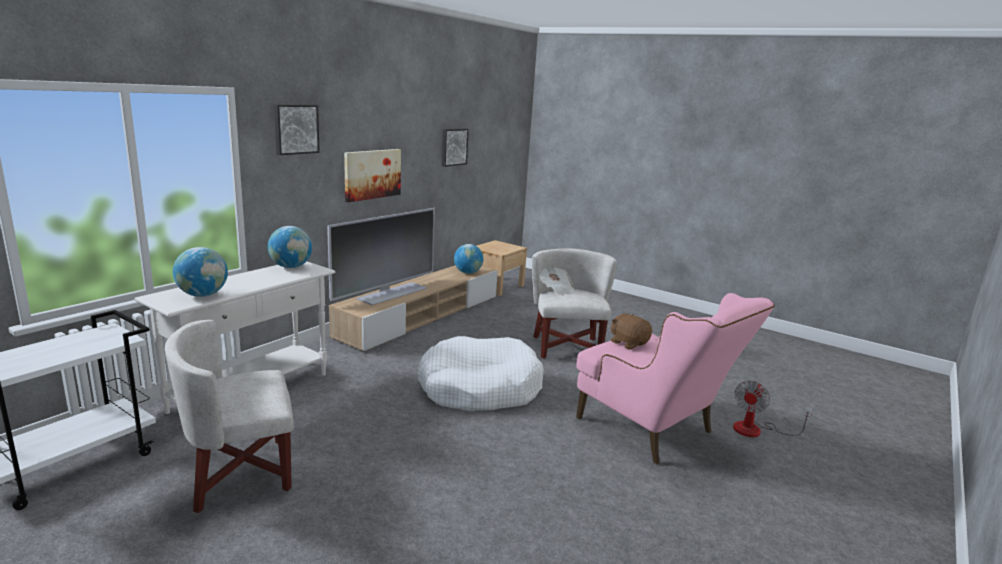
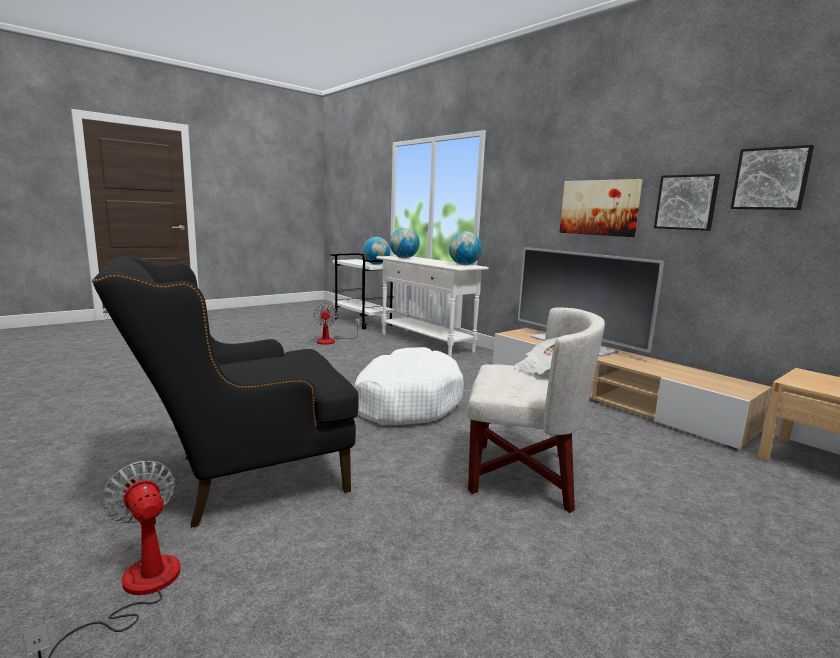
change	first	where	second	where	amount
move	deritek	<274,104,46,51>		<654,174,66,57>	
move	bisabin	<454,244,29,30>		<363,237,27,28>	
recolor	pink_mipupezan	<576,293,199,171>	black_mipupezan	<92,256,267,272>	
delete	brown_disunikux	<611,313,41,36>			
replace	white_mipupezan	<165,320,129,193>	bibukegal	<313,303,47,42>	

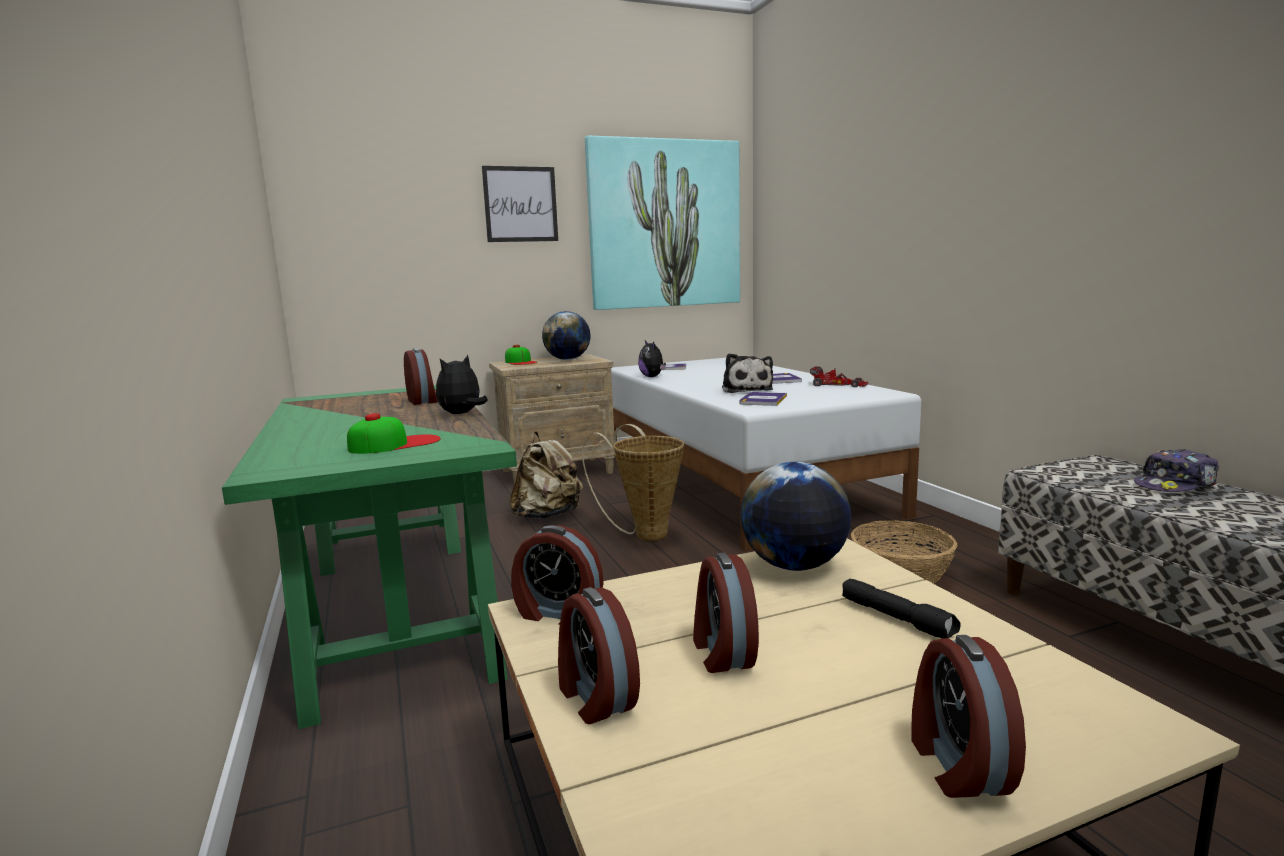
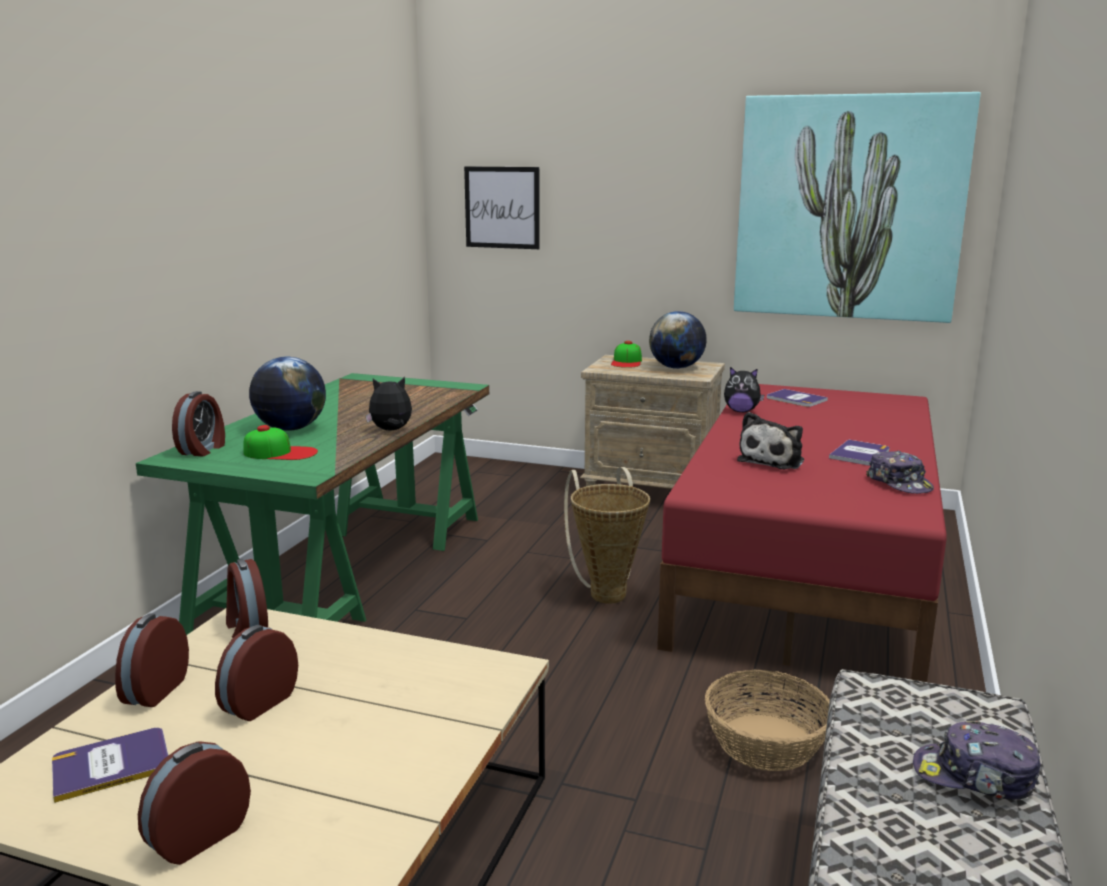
change	first	where	second	where	amount
move	deritek	<482,166,76,76>		<464,166,76,83>	
rotate	disunikux	<638,341,28,36>		<724,367,40,45>	90 degrees counterclockwise
move	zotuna	<404,348,34,57>		<172,391,53,65>	
recolor	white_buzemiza	<611,358,310,194>	red_buzemiza	<657,384,290,298>	
replace	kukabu	<810,367,59,20>	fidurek	<866,451,68,43>	
move	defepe	<739,392,48,14>		<52,728,116,75>	
delete	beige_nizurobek	<509,431,74,88>			
move	bisabin	<740,462,111,109>		<249,356,77,75>	
delete	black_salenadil	<842,579,119,59>			

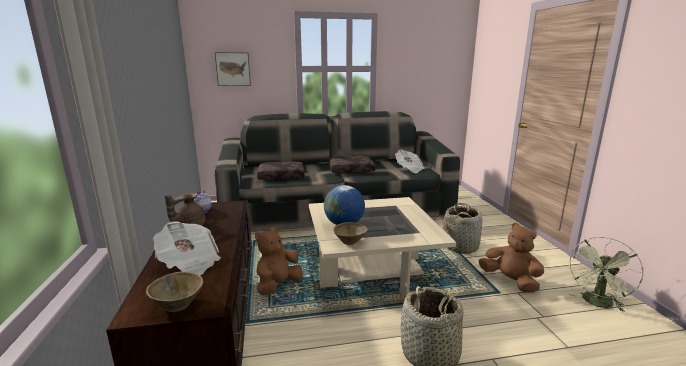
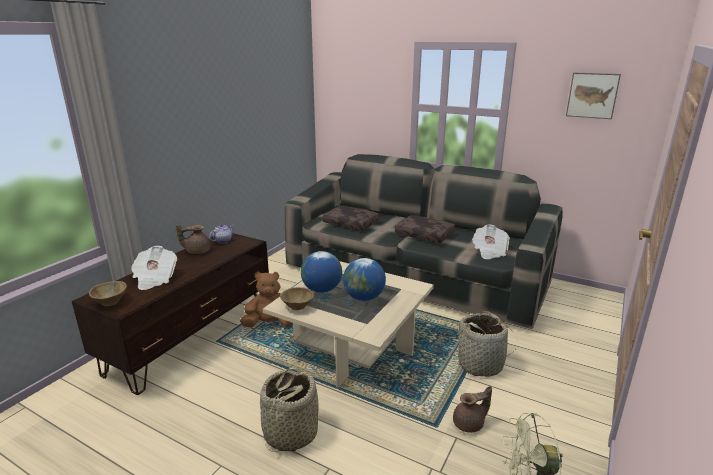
change	first	where	second	where	amount
move	deritek	<215,52,36,34>		<566,73,55,46>	
replace	brown_disunikux	<479,223,65,70>	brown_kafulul	<453,386,39,47>	
insert			bisabin	<343,258,43,43>	

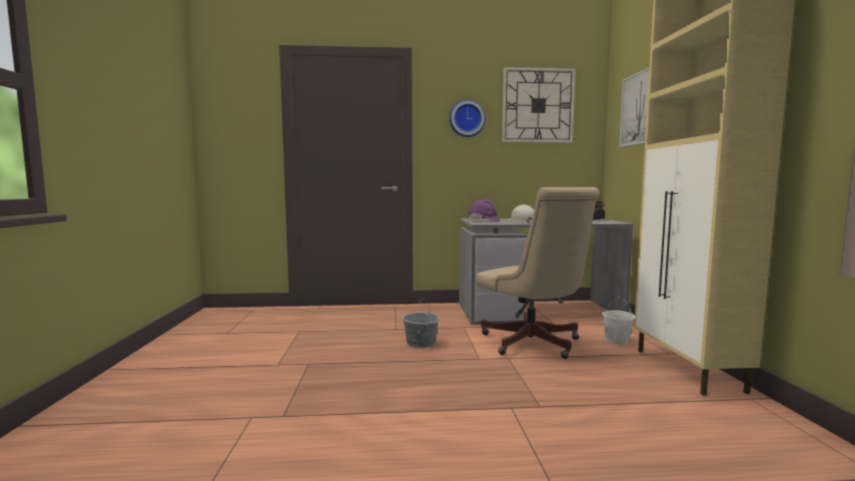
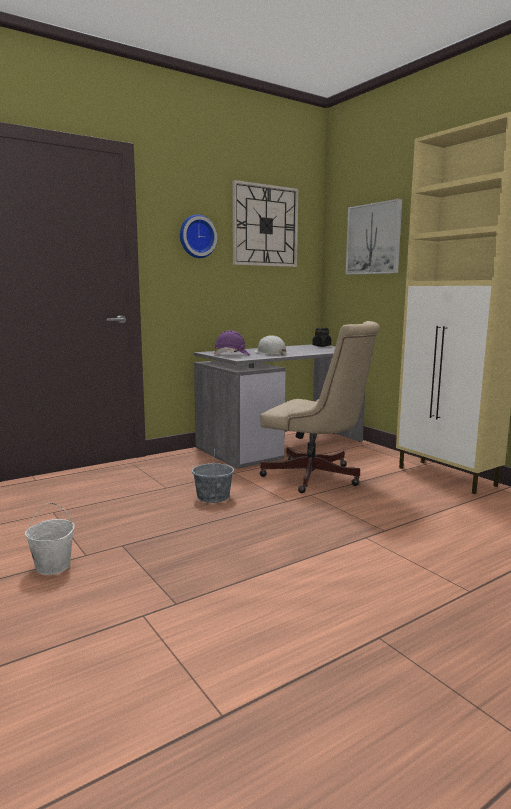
change	first	where	second	where	amount
move	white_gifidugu	<602,296,33,48>		<25,503,49,72>	

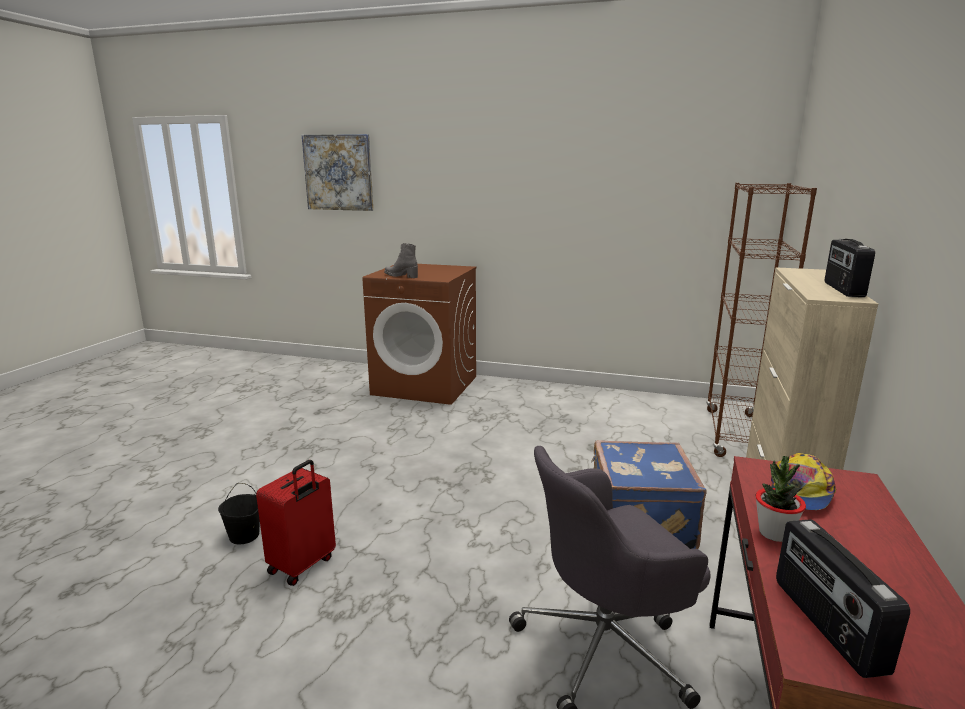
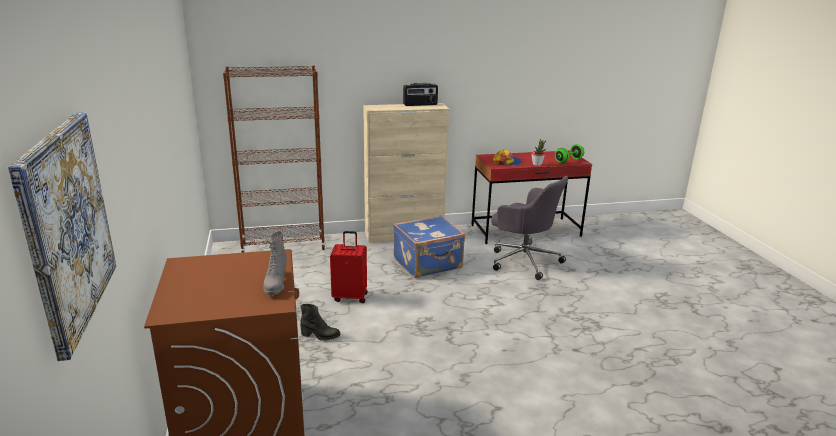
change	first	where	second	where	amount
move	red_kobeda	<256,460,80,126>		<330,231,38,72>	
delete	black_gifidugu	<218,483,42,62>			
replace	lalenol	<776,519,134,159>	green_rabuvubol	<555,144,29,19>	
insert			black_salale	<300,304,40,37>	

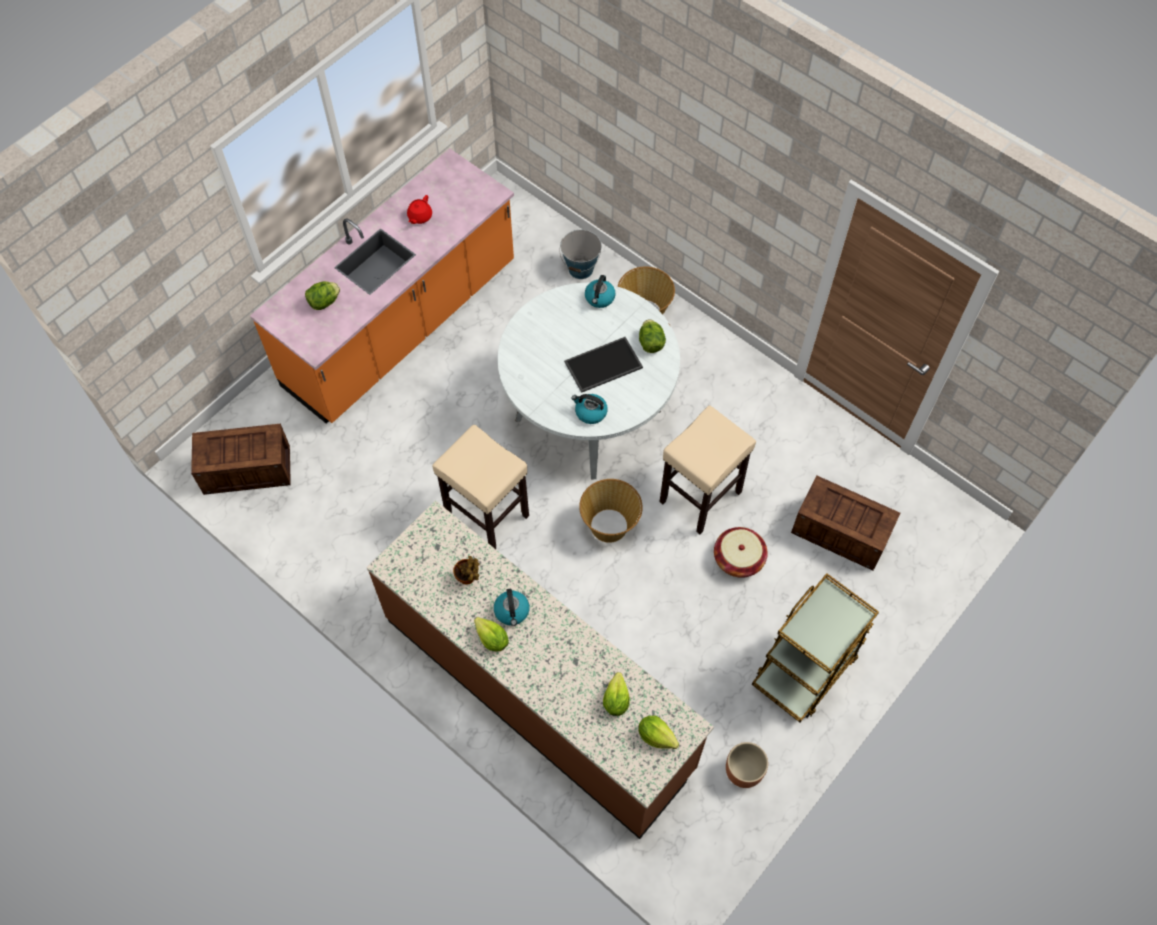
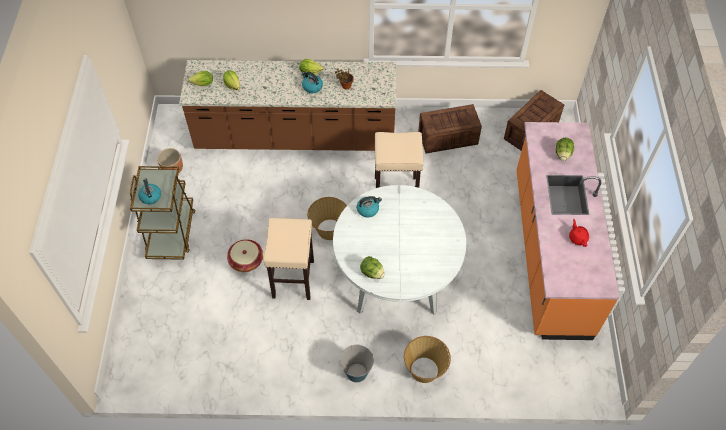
change	first	where	second	where	amount
move	gifidugu	<560,230,41,49>		<339,345,35,37>	
move	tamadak	<585,275,31,33>		<138,179,23,25>	
delete	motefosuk	<564,337,79,56>			
move	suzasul	<791,476,109,95>		<418,104,64,50>	

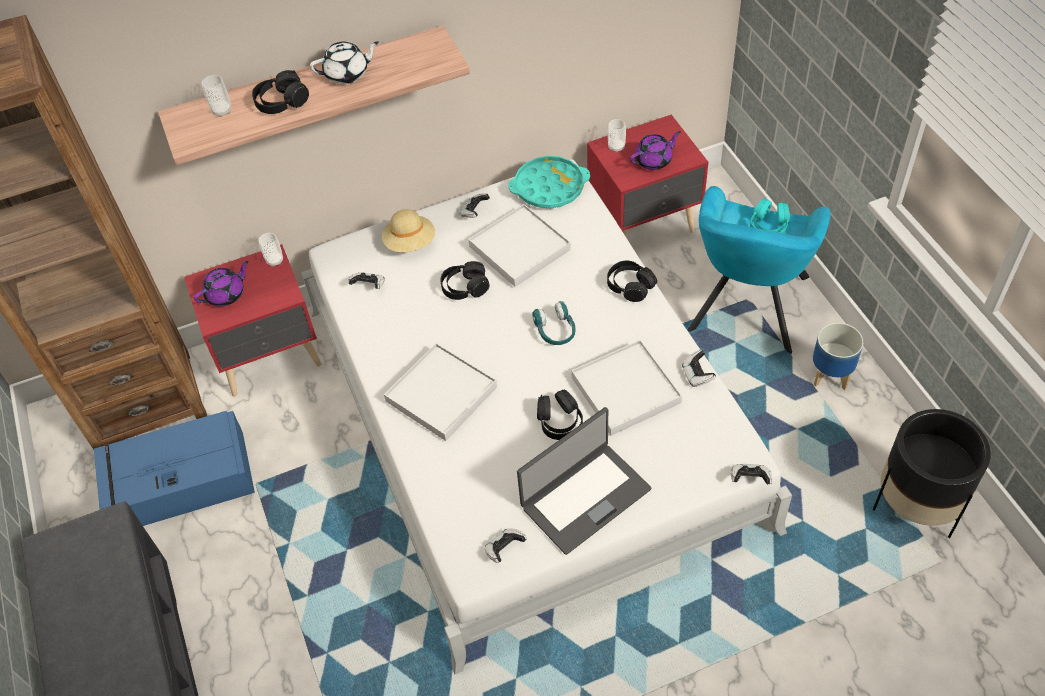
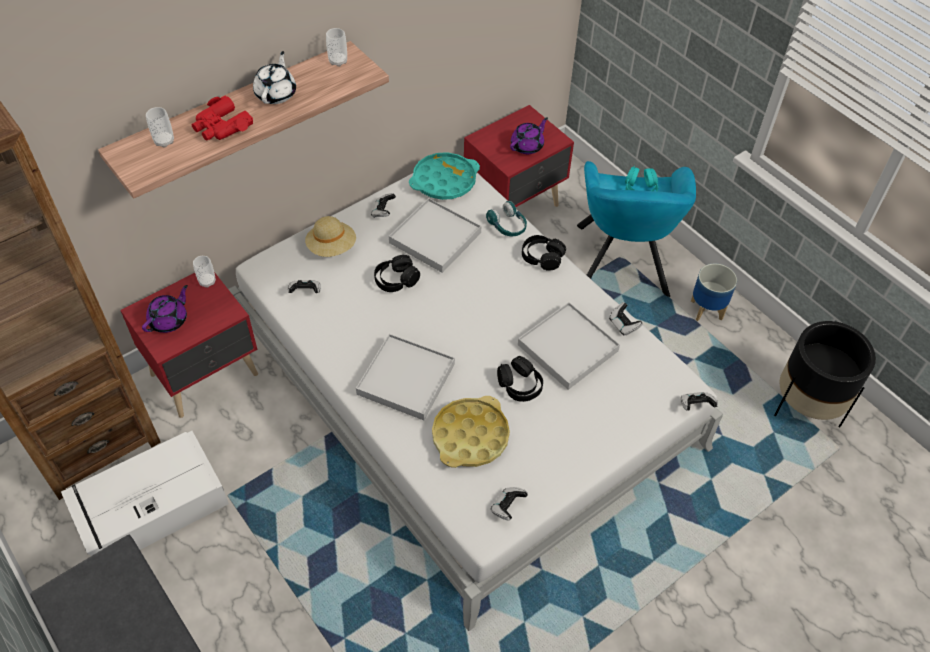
change	first	where	second	where	amount
rotate	white_kafulul	<310,41,69,43>		<253,51,43,53>	45 degrees counterclockwise
replace	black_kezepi	<252,70,57,44>	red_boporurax	<191,96,62,45>	
move	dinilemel	<608,119,18,34>		<326,28,21,39>	
move	turquoise_kezepi	<532,301,44,44>		<486,201,41,35>	
delete	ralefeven	<517,407,134,148>			
recolor	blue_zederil	<94,411,161,115>	white_zederil	<61,431,168,125>	
insert			yellow_motefosuk	<432,396,78,72>	

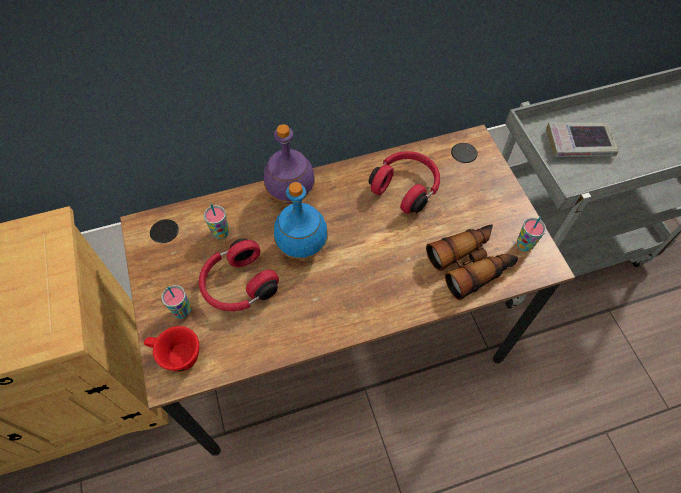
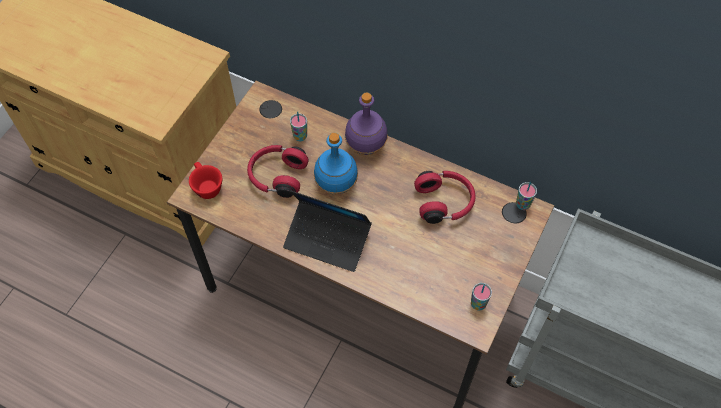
change	first	where	second	where	amount
delete	defepe	<546,122,73,35>			
delete	boporurax	<426,224,92,76>			
move	dinilemel	<162,285,29,34>		<516,182,21,28>	
insert			ralefeven	<283,190,89,82>	

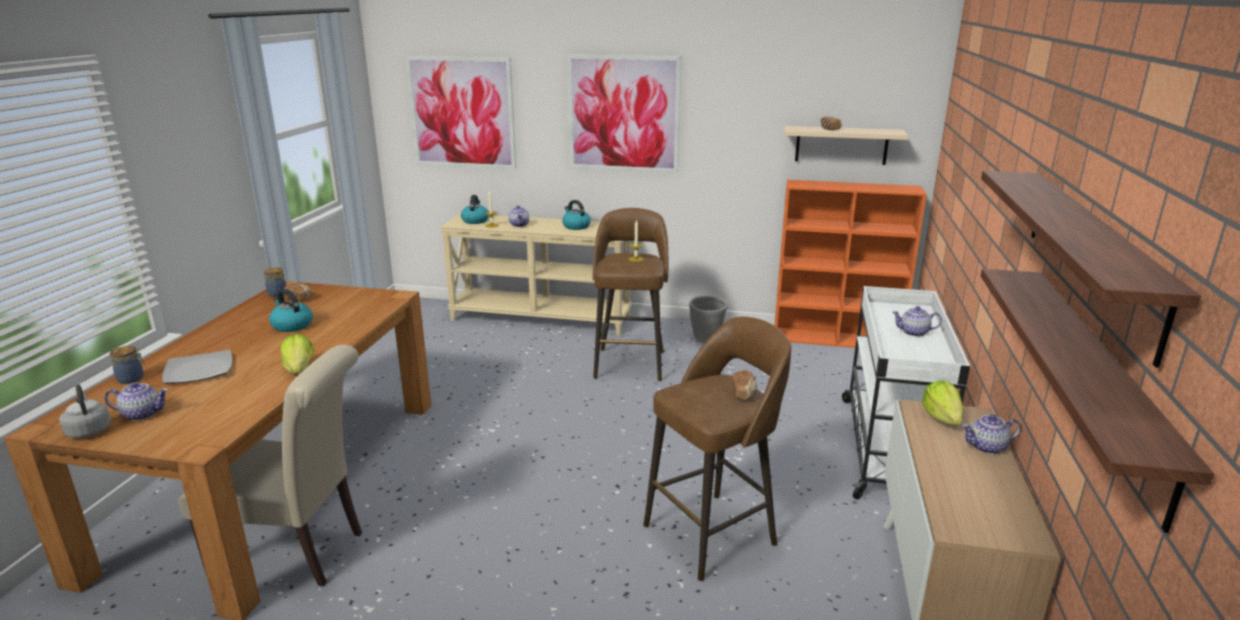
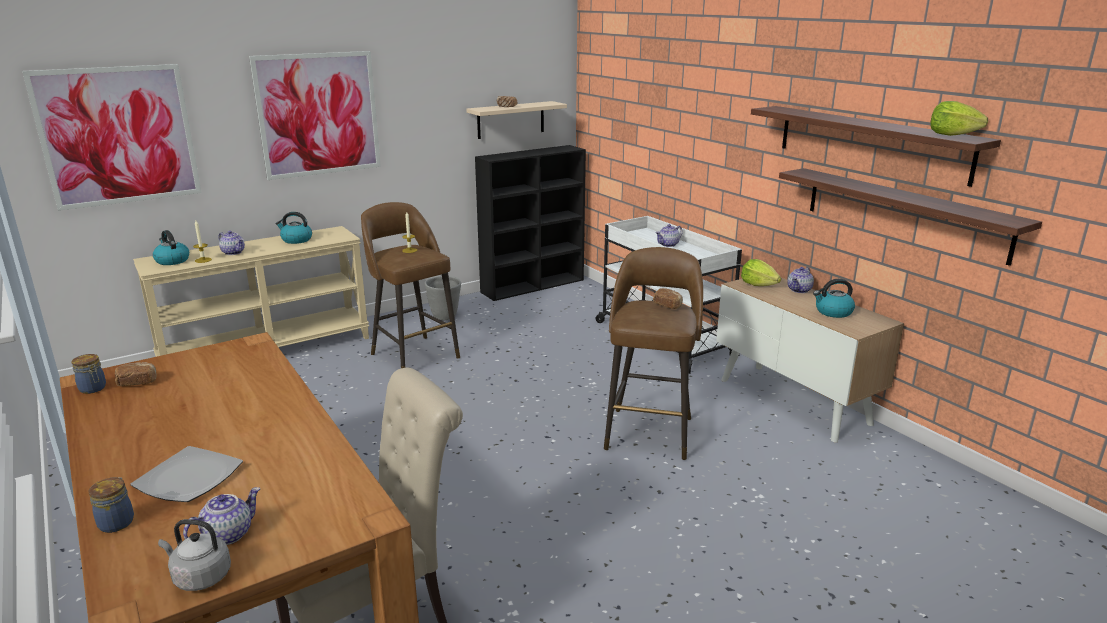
change	first	where	second	where	amount
recolor	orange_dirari	<774,180,153,168>	black_dirari	<475,145,111,156>	
move	tamadak	<269,289,44,43>		<813,279,42,39>	
move	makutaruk	<280,334,34,40>		<930,101,58,35>	

